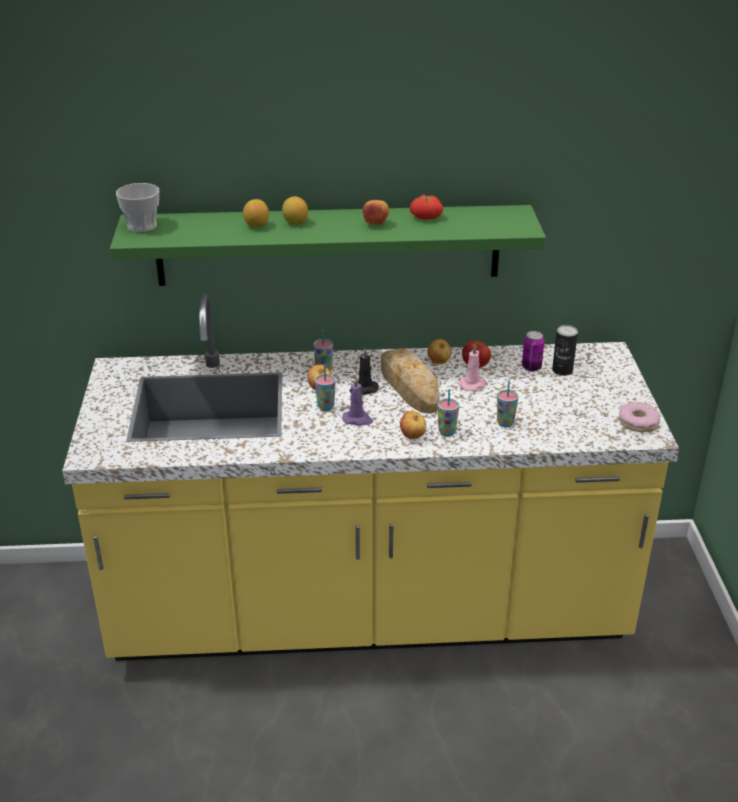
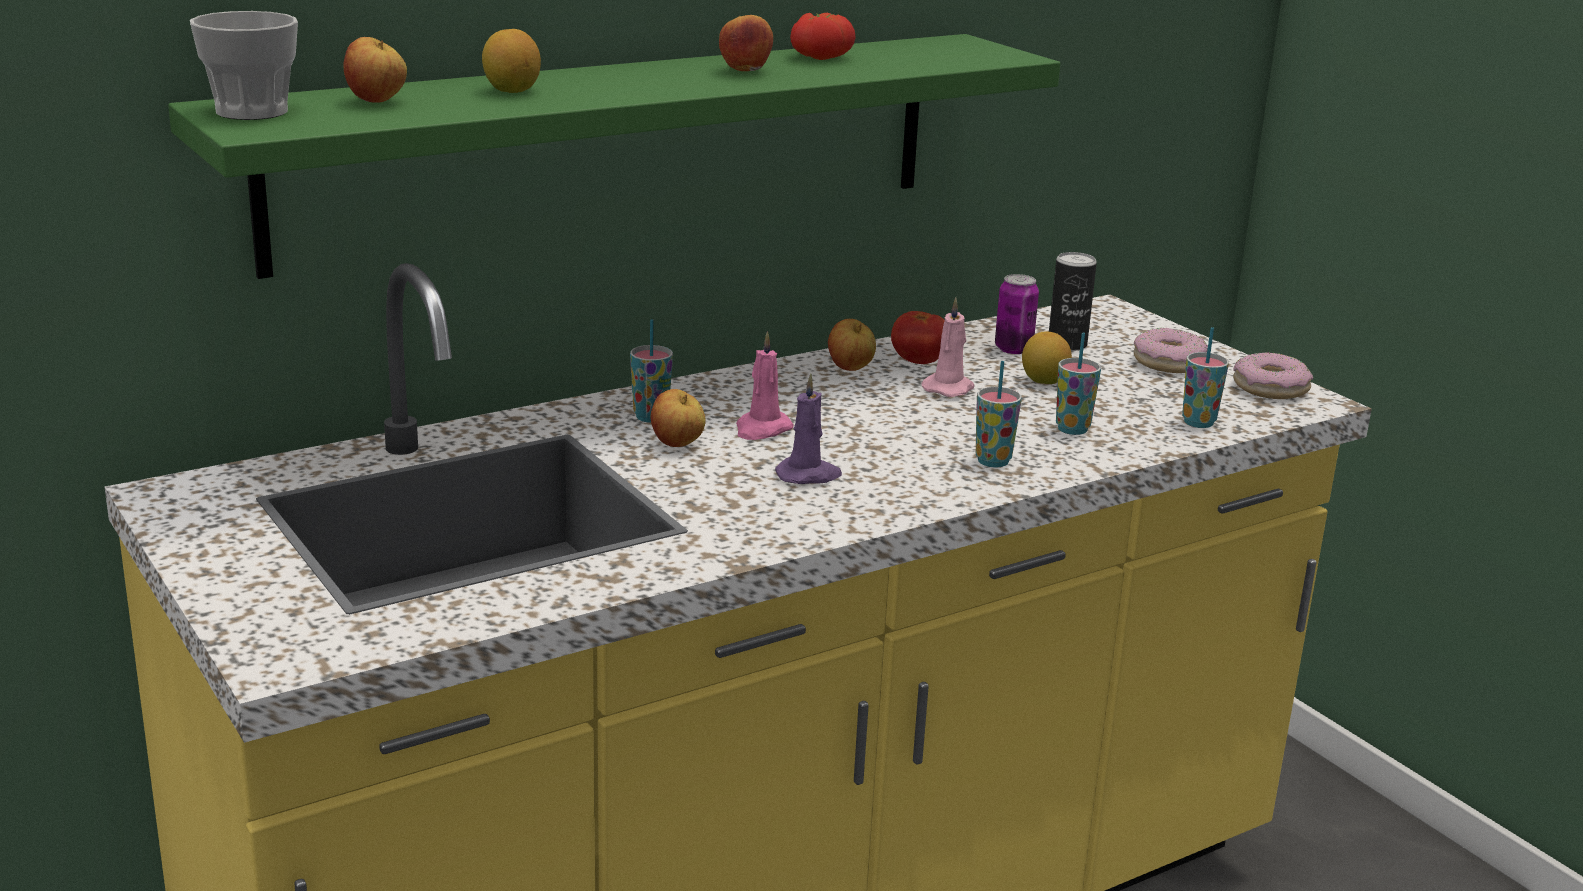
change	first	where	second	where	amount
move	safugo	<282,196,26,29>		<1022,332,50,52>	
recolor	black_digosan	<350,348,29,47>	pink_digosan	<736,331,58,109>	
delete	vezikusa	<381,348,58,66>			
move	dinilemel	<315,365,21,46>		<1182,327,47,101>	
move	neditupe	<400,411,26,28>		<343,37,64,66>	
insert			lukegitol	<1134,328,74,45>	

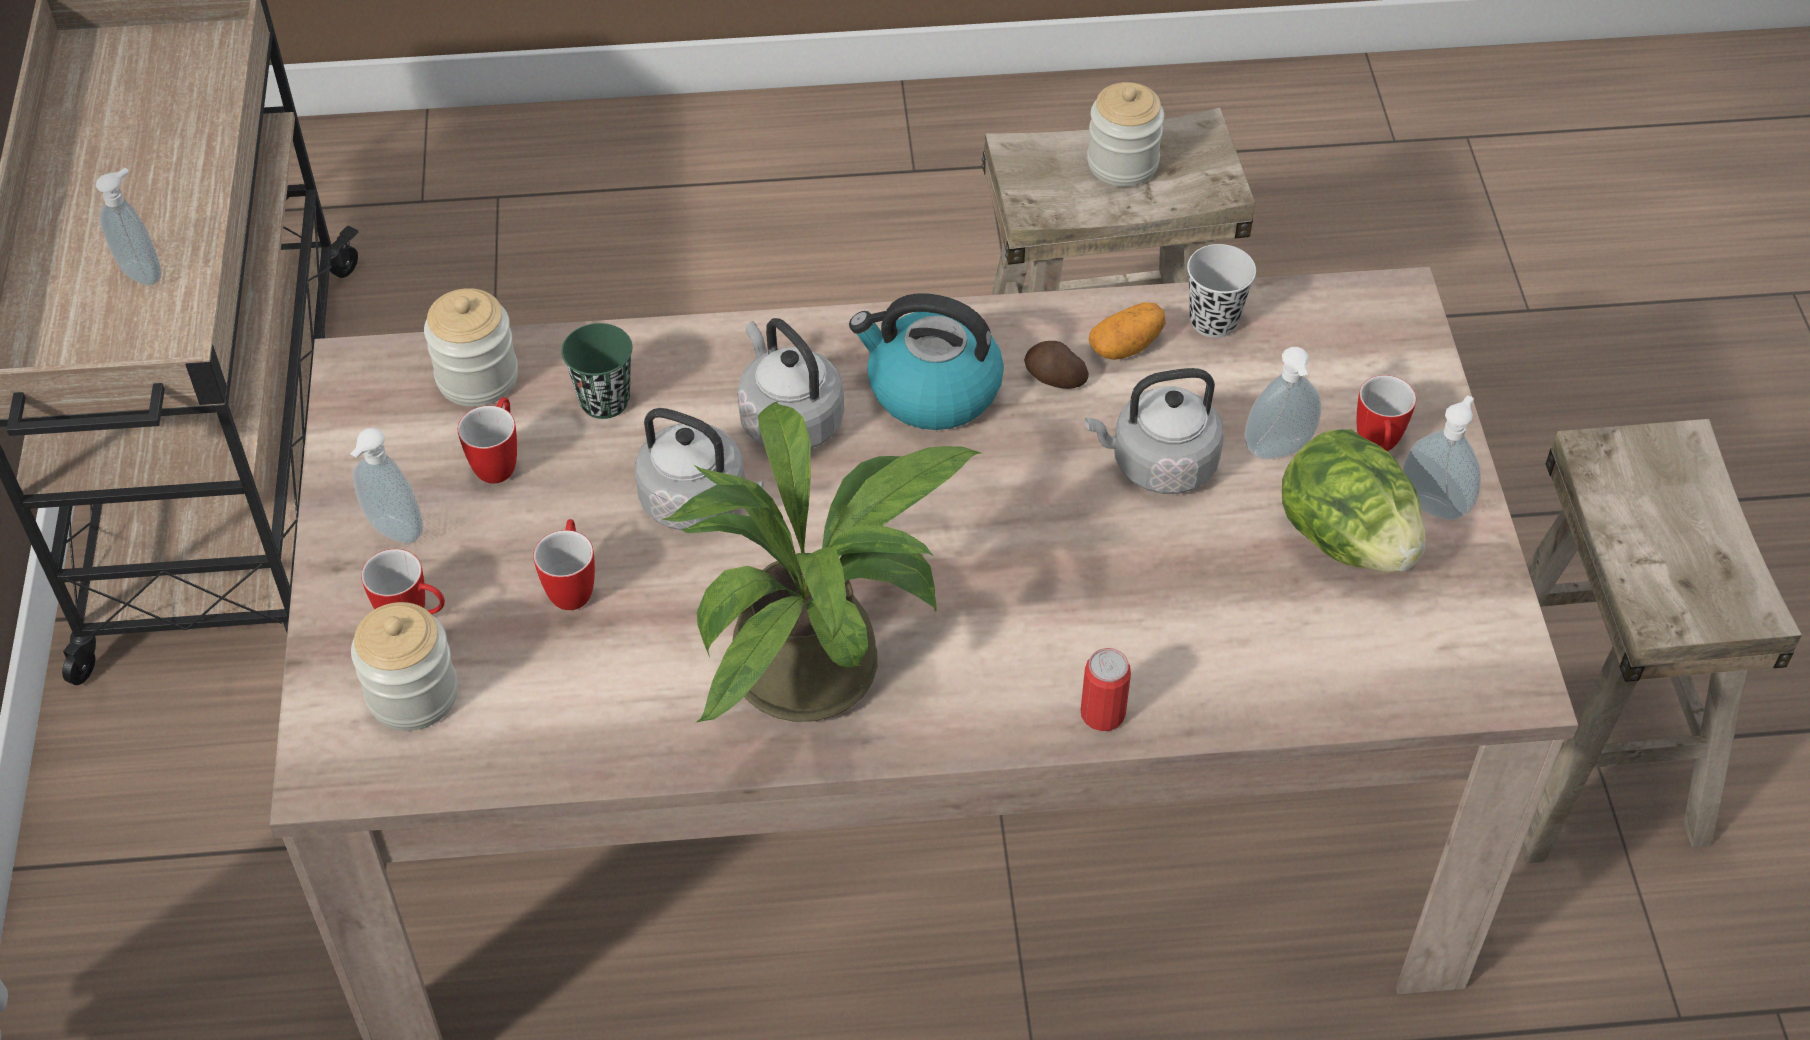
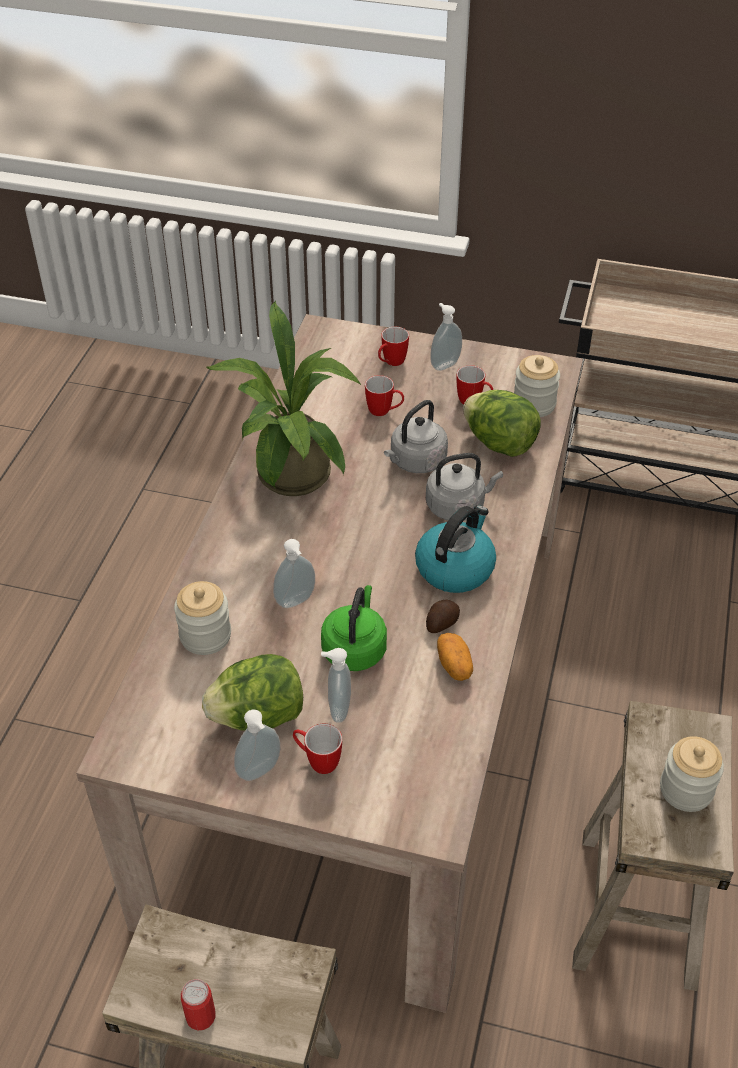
change	first	where	second	where	amount
move	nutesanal	<96,168,65,118>		<273,539,42,69>	
delete	black_dinilemel	<1187,244,69,94>			
replace	green_dinilemel	<561,323,71,96>	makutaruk	<463,390,78,67>	
recolor	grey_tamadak	<1085,368,139,126>	green_tamadak	<321,585,66,86>	
move	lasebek	<351,602,107,129>		<174,581,57,74>	
move	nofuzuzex	<1081,648,50,83>		<181,979,35,51>	

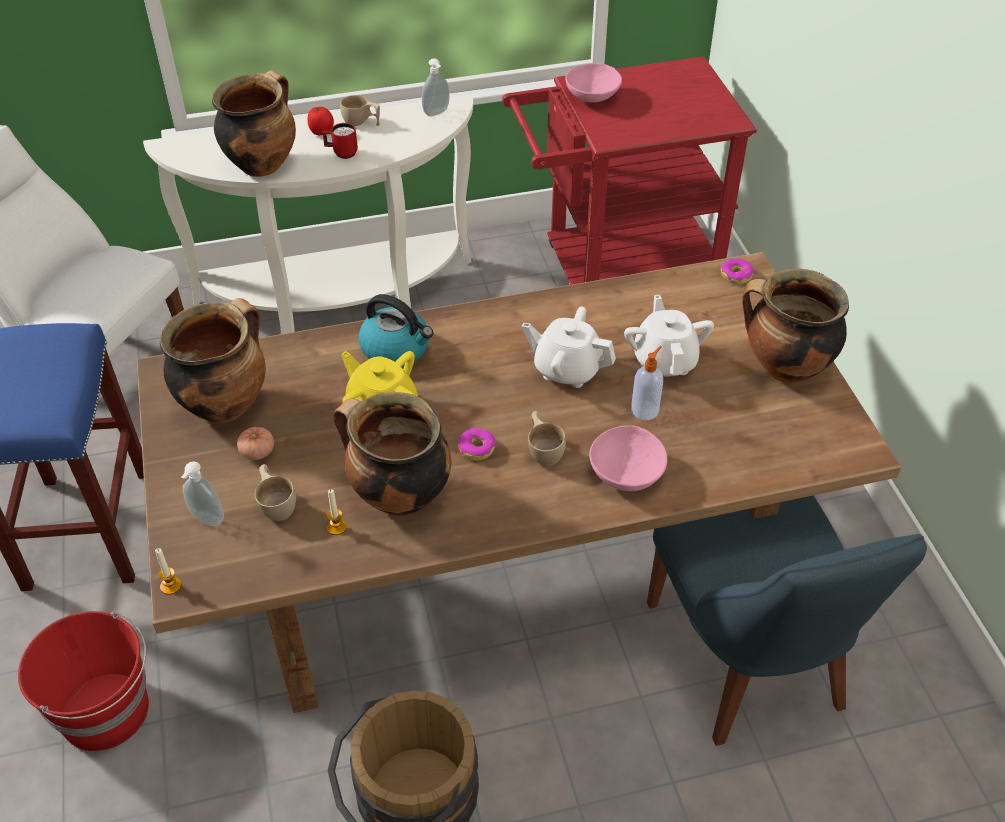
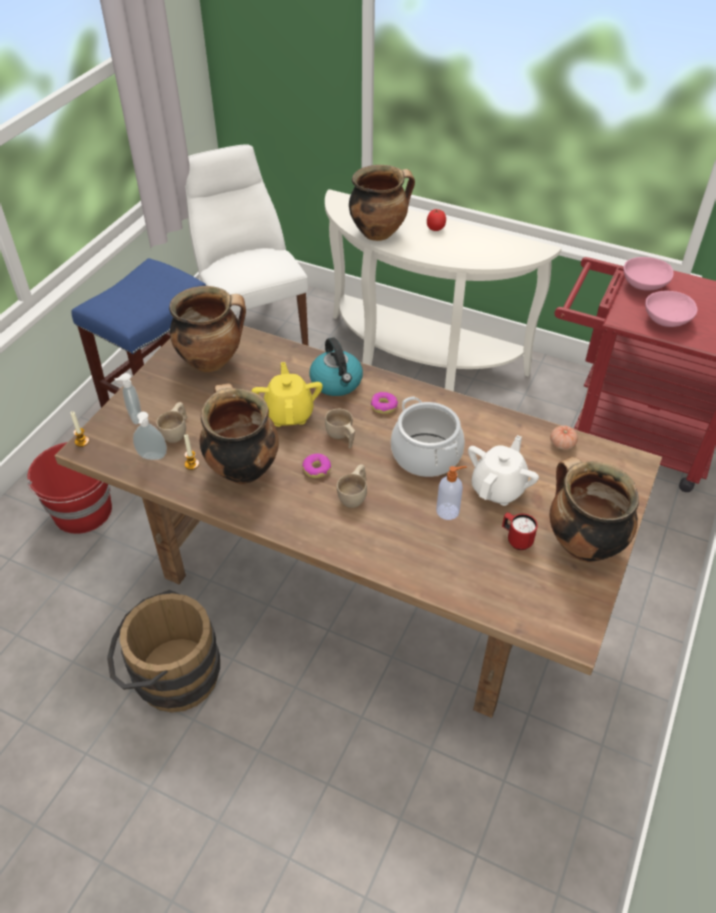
change	first	where	second	where	amount
move	nutesanal	<422,58,28,59>		<133,411,34,49>	
move	beige_dinilemel	<340,95,40,31>		<325,409,30,40>	
move	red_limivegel	<323,123,35,36>		<502,512,36,38>	
move	lukegitol	<721,259,33,25>		<371,392,27,22>	
replace	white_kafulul	<522,307,94,81>	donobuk	<391,396,74,81>	
move	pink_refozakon	<589,425,78,66>		<645,291,52,36>	
move	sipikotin	<237,427,37,33>		<550,425,28,25>	
delete	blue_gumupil	<647,495,280,251>			

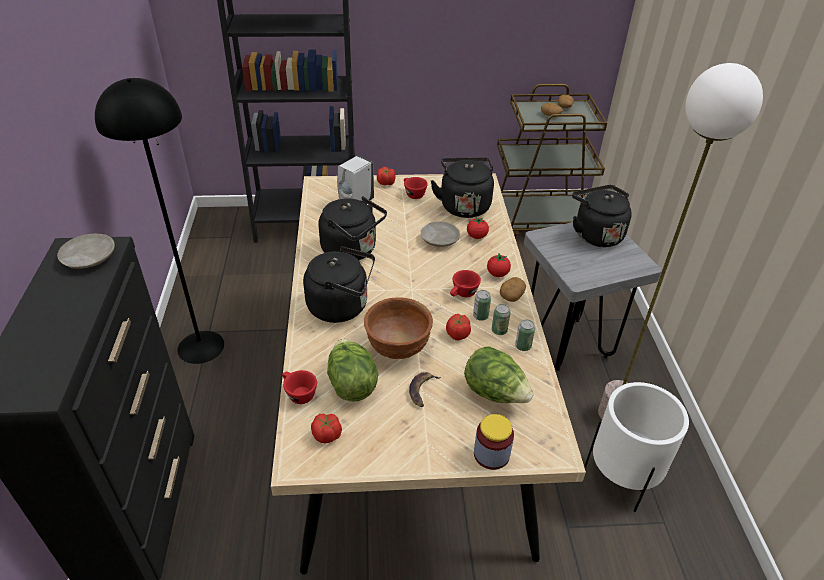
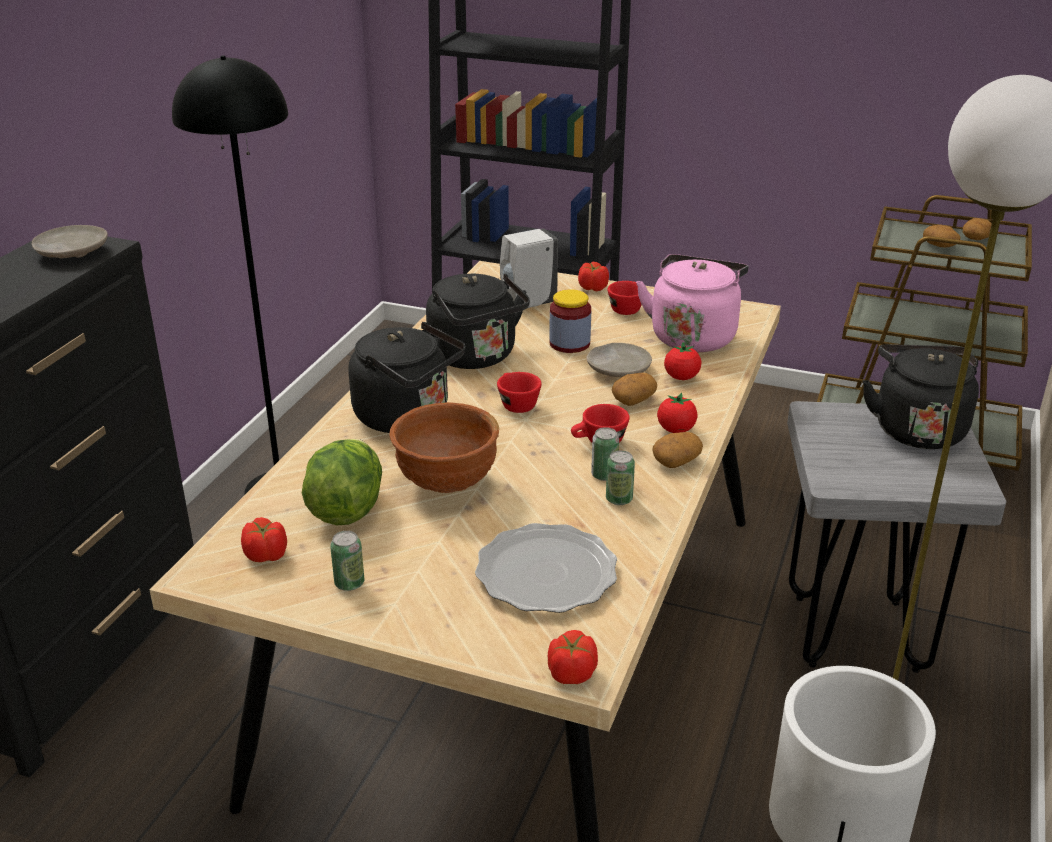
change	first	where	second	where	amount
recolor	black_tamadak	<430,158,64,60>	pink_tamadak	<636,254,112,98>	
move	sipikotin	<446,314,25,27>		<548,630,50,54>	
move	nofuzuzex	<515,319,20,32>		<330,531,34,60>	
replace	makutaruk	<464,346,69,57>	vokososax	<475,523,142,90>	
move	red_dinilemel	<282,370,35,34>		<497,372,45,41>	
delete	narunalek	<409,372,32,35>			
move	lasebek	<474,414,40,56>		<549,289,42,64>	
insert			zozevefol	<612,373,45,33>	

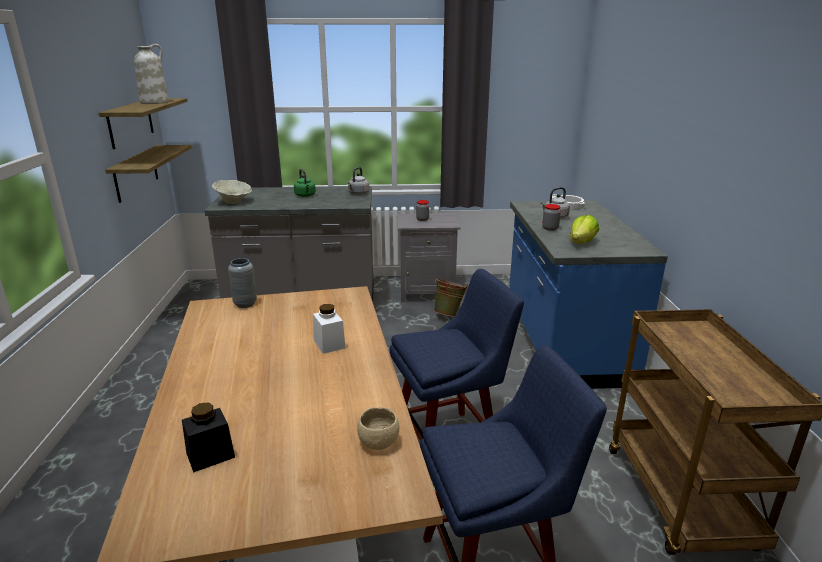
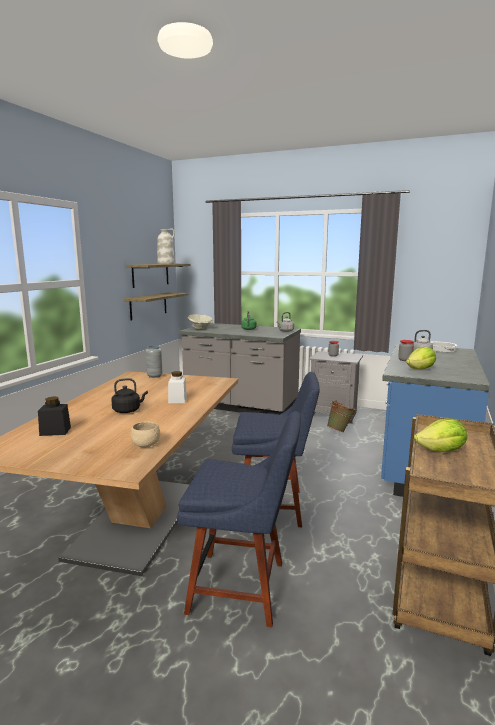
change	first	where	second	where	amount
insert			black_tamadak	<111,378,37,35>	
insert			makutaruk	<414,419,53,33>	

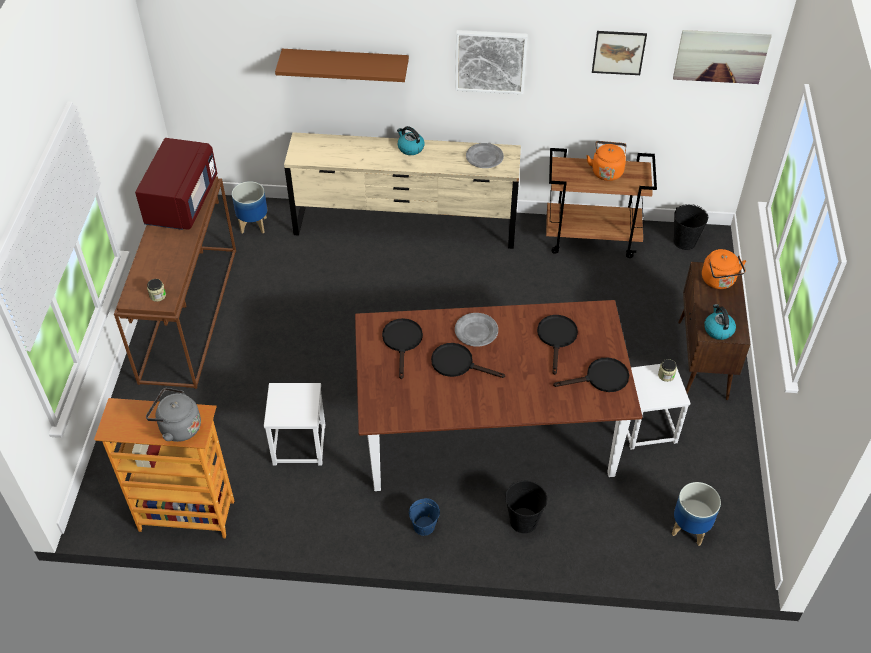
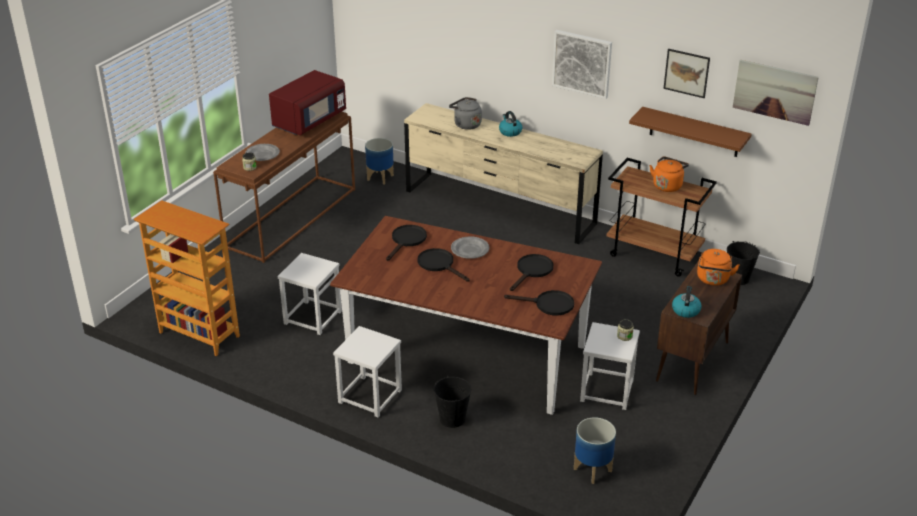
change	first	where	second	where	amount
move	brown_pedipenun	<275,49,134,33>		<629,107,123,50>	
move	grey_vokososax	<466,143,38,25>		<245,144,35,17>	
move	grey_tamadak	<146,388,55,54>		<449,97,33,33>	
replace	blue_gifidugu	<409,498,31,38>	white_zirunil	<333,326,69,91>	

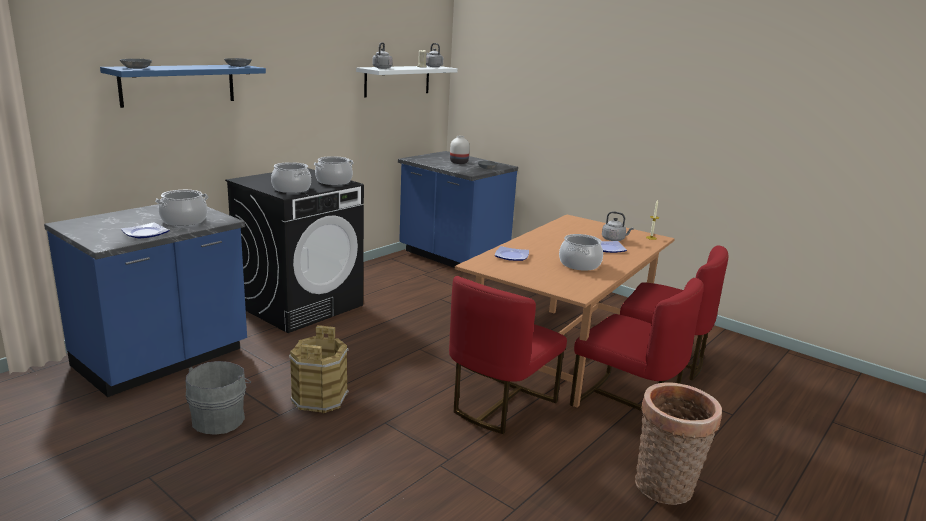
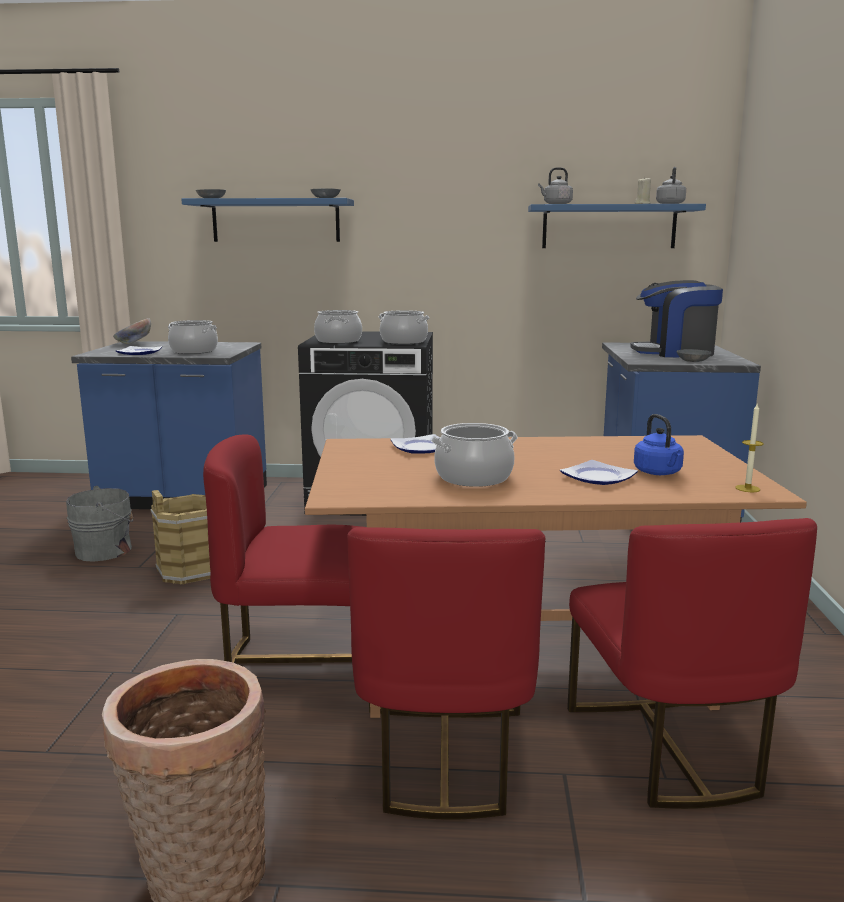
change	first	where	second	where	amount
recolor	white_pedipenun	<356,66,102,31>	blue_pedipenun	<528,204,178,44>	
replace	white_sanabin	<450,136,20,28>	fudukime	<630,280,93,77>	
recolor	grey_tamadak	<602,212,32,29>	blue_tamadak	<634,414,50,61>	
insert			refozakon	<113,318,38,26>	

